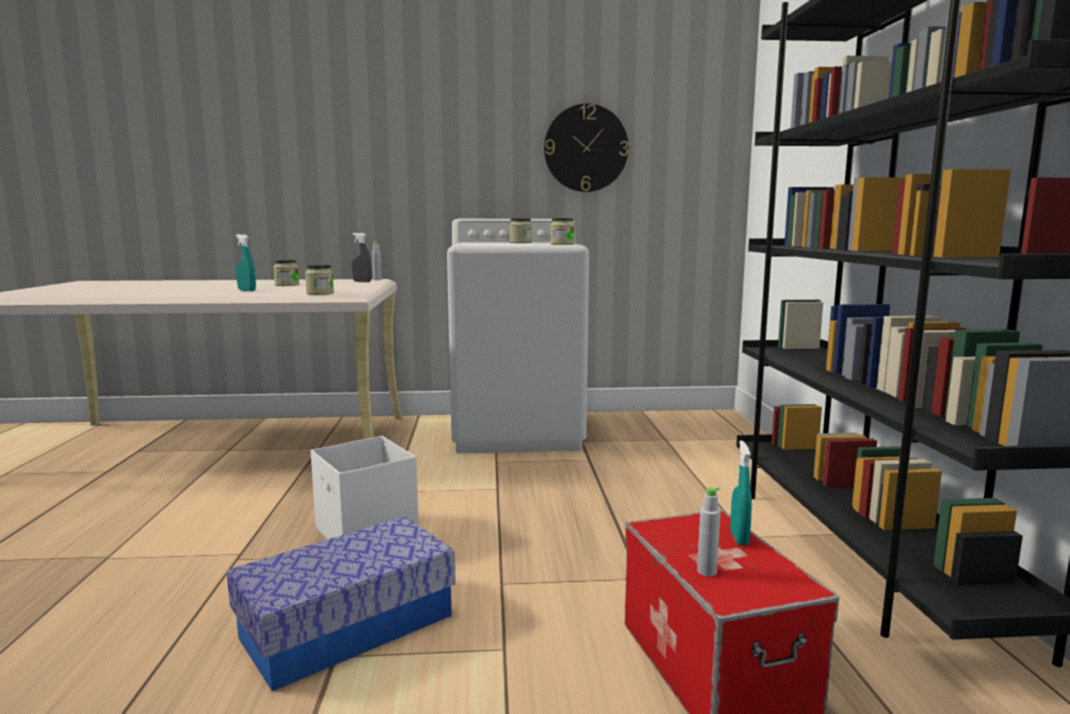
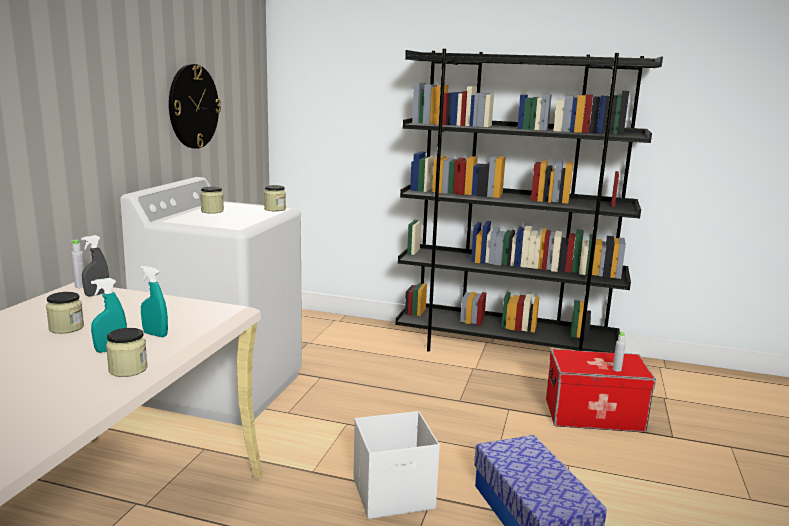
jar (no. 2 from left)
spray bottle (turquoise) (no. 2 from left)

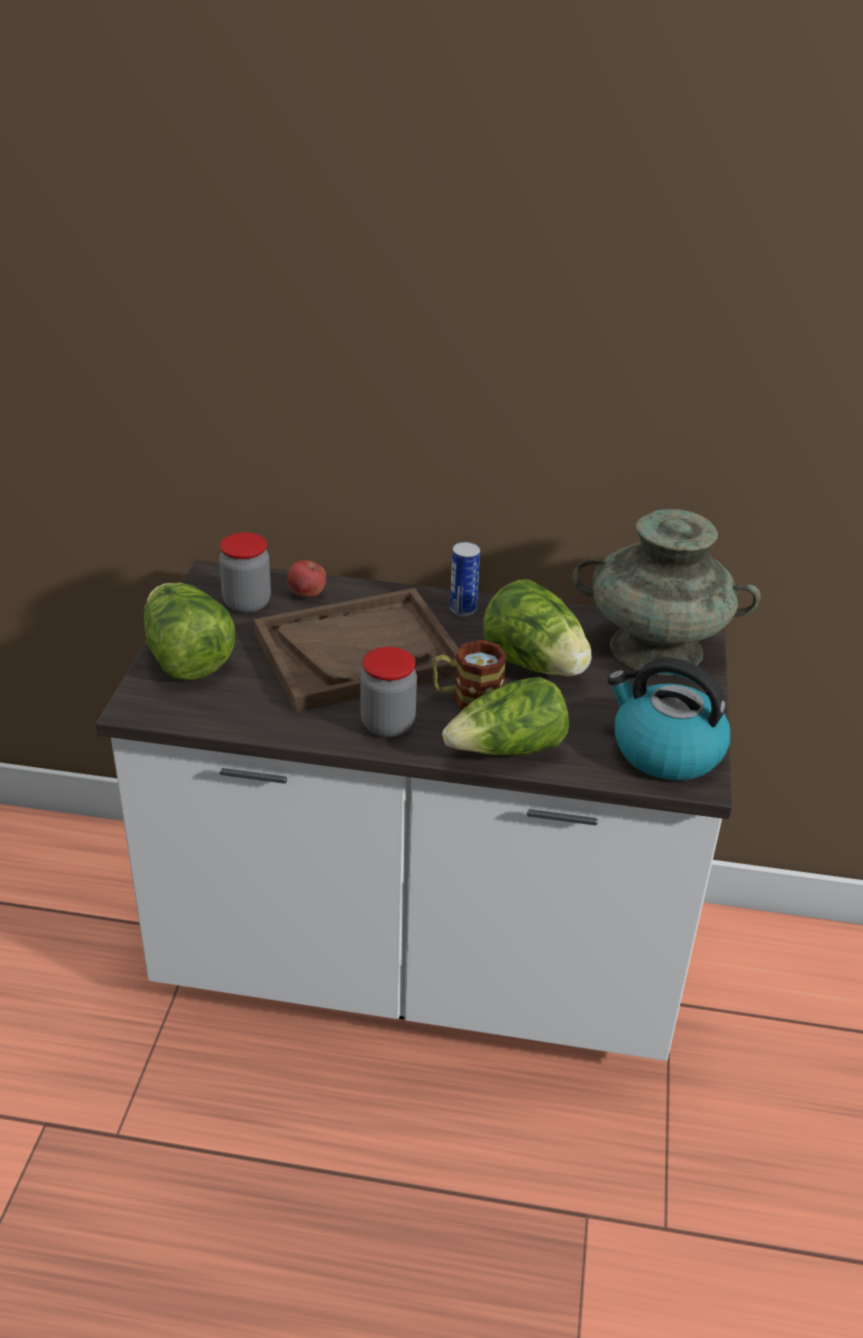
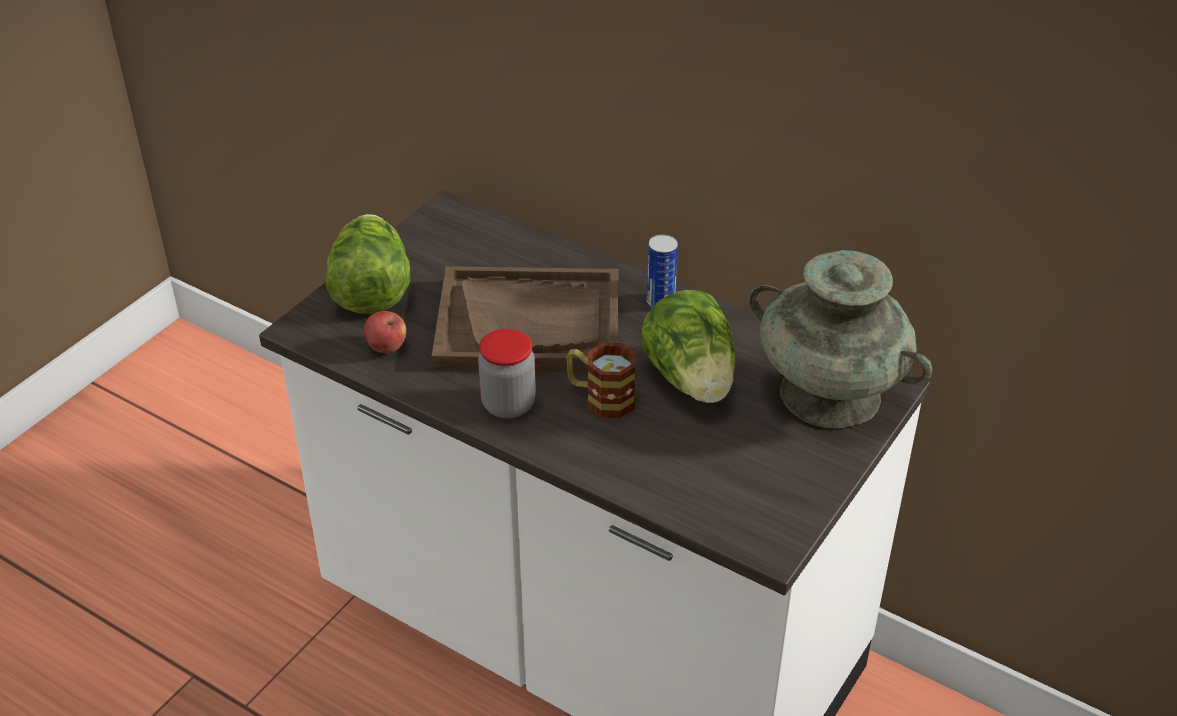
apple
jar (no. 1 from left in the first image)
lettuce (no. 2 from left in the first image)
kettle

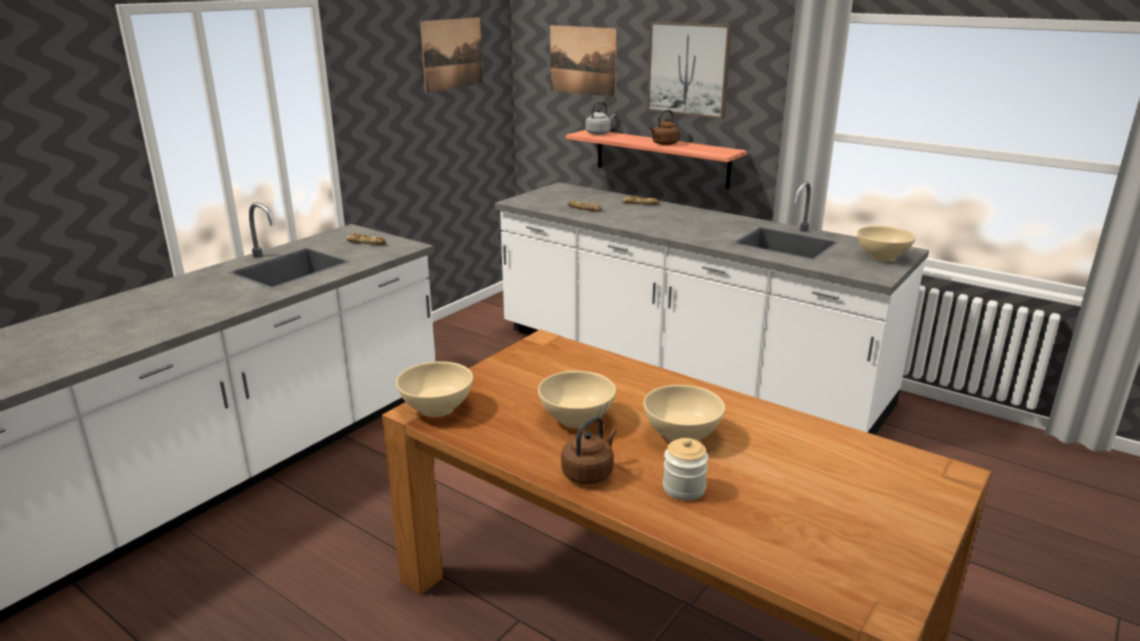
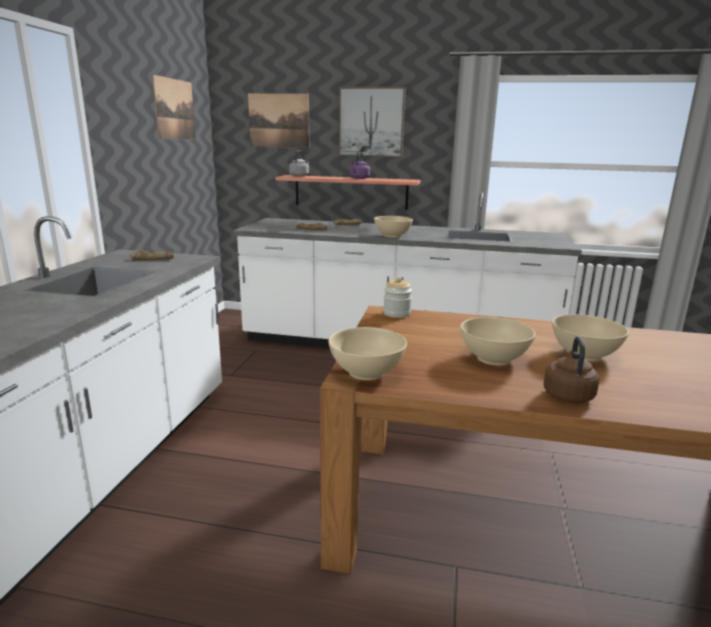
kettle (purple)
bowl (beige) (no. 2 from left)
jar

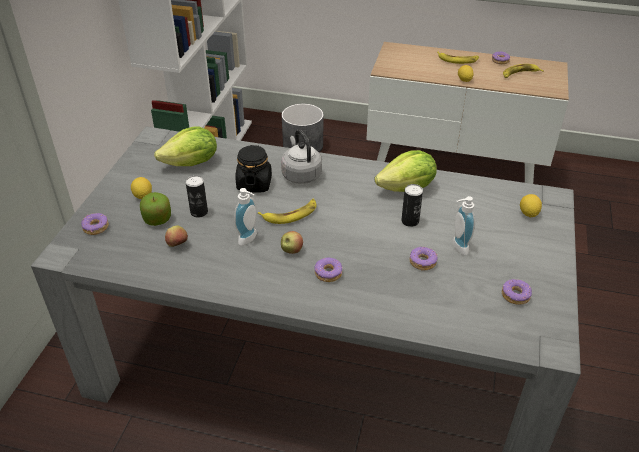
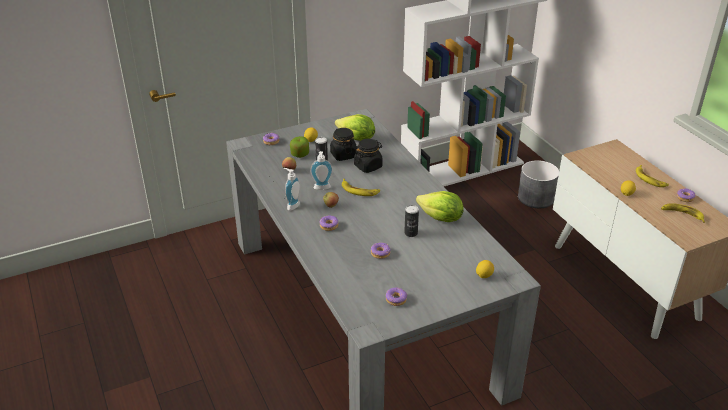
soap dispenser (no. 1 from left)
jar (black) (no. 1 from left)
kettle (grey)

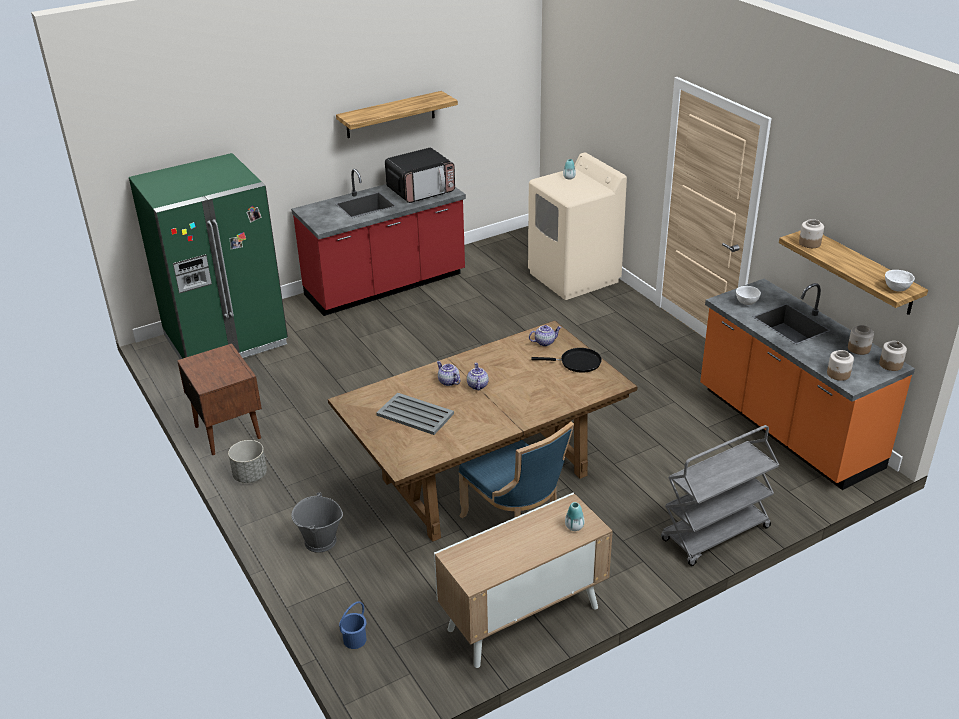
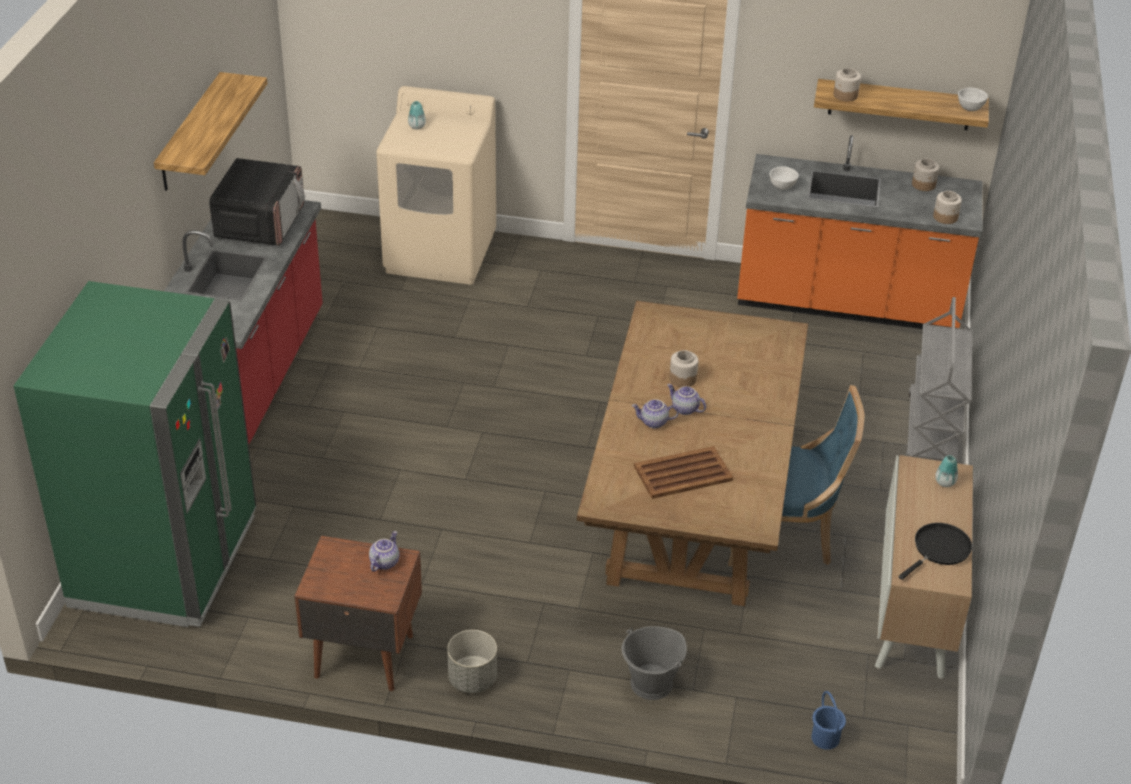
teapot (no. 1 from left)
tray (brown)
jar (no. 1 from left)
frying pan (black)

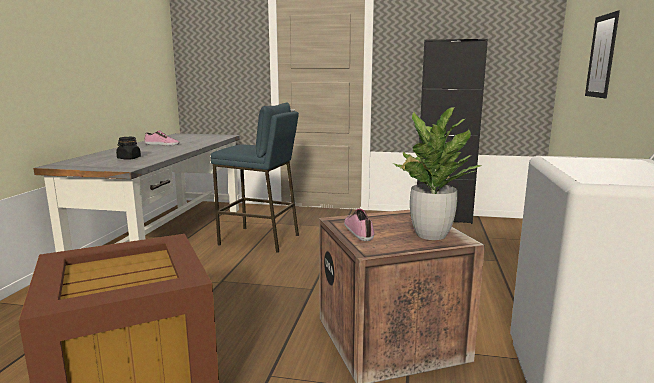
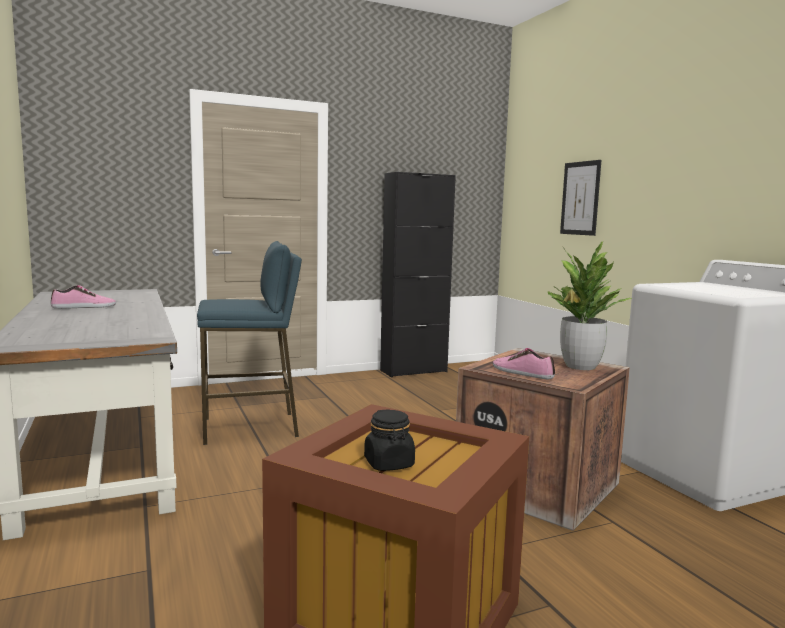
jar (black)

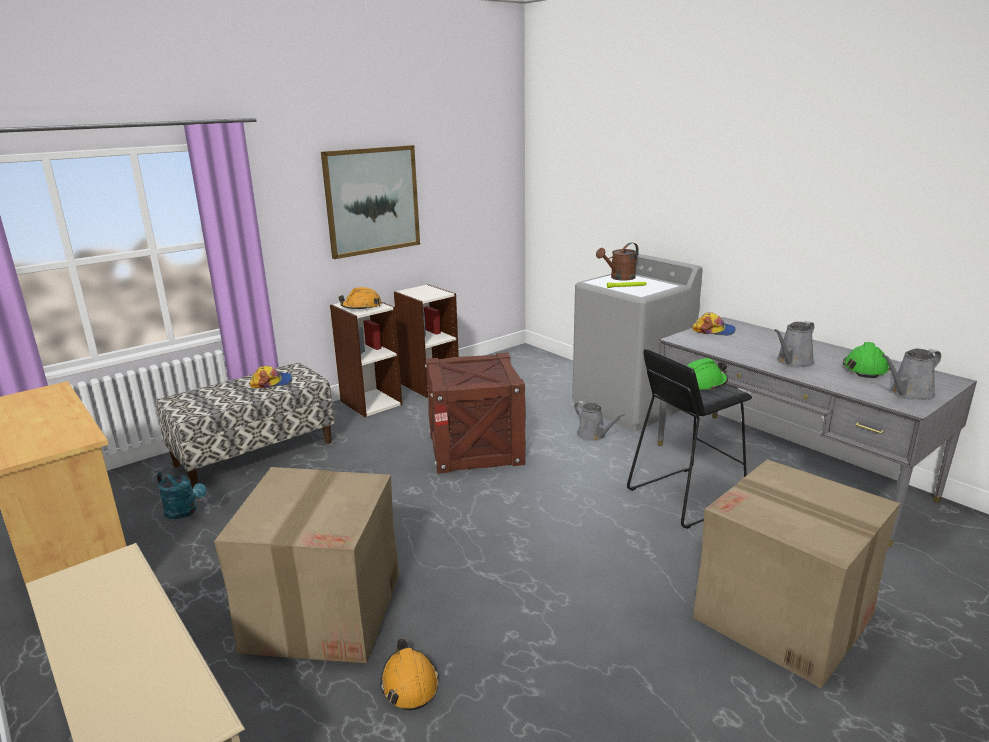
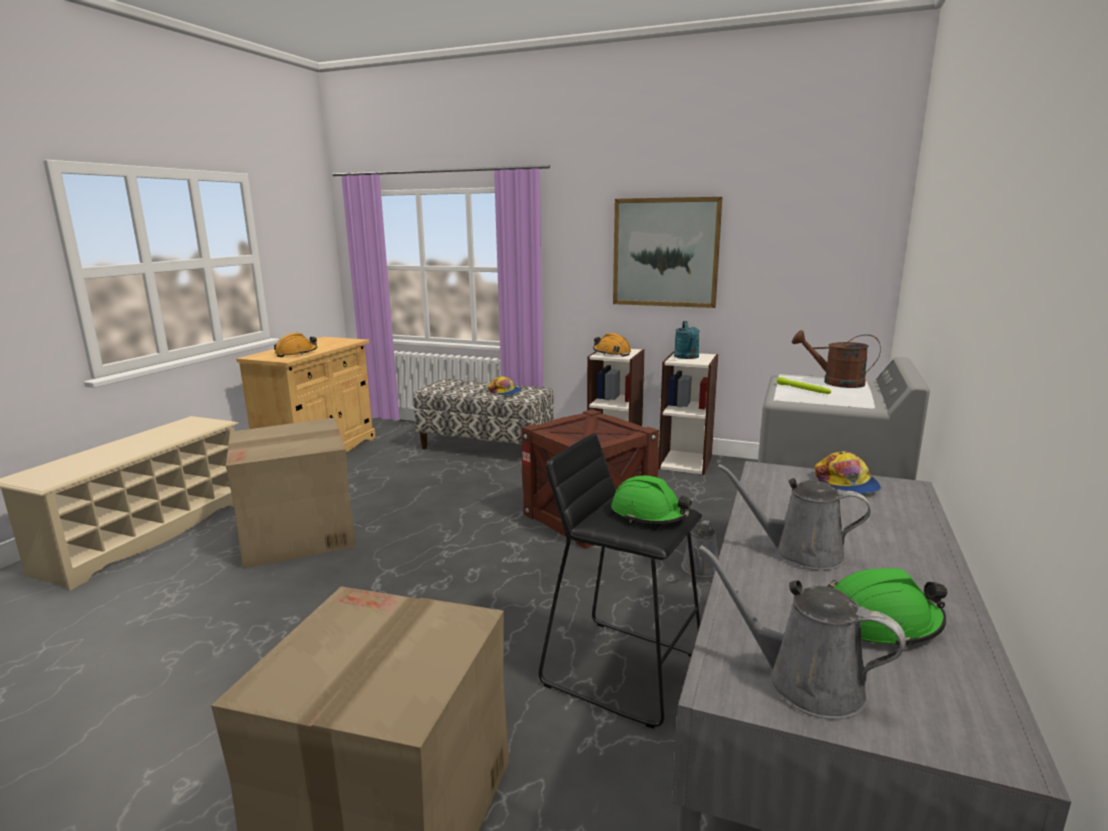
hard hat (orange) (no. 1 from left)
watering can (turquoise)

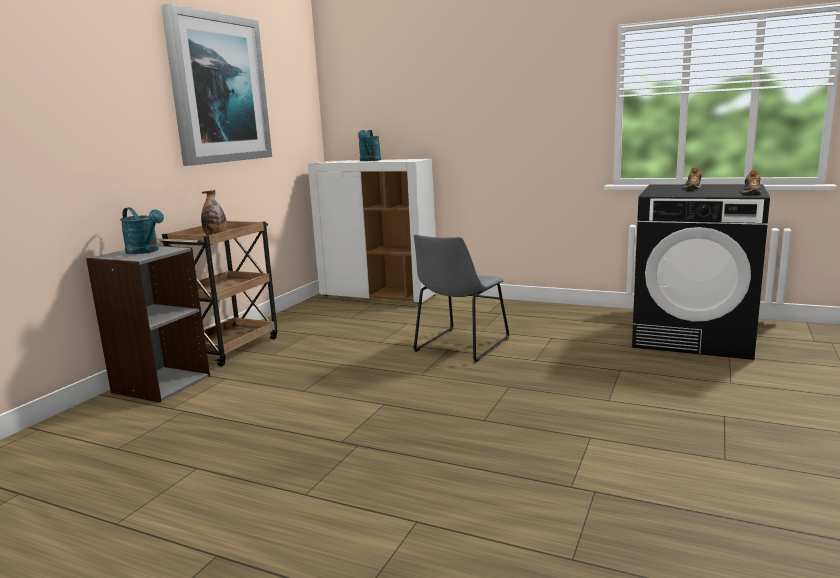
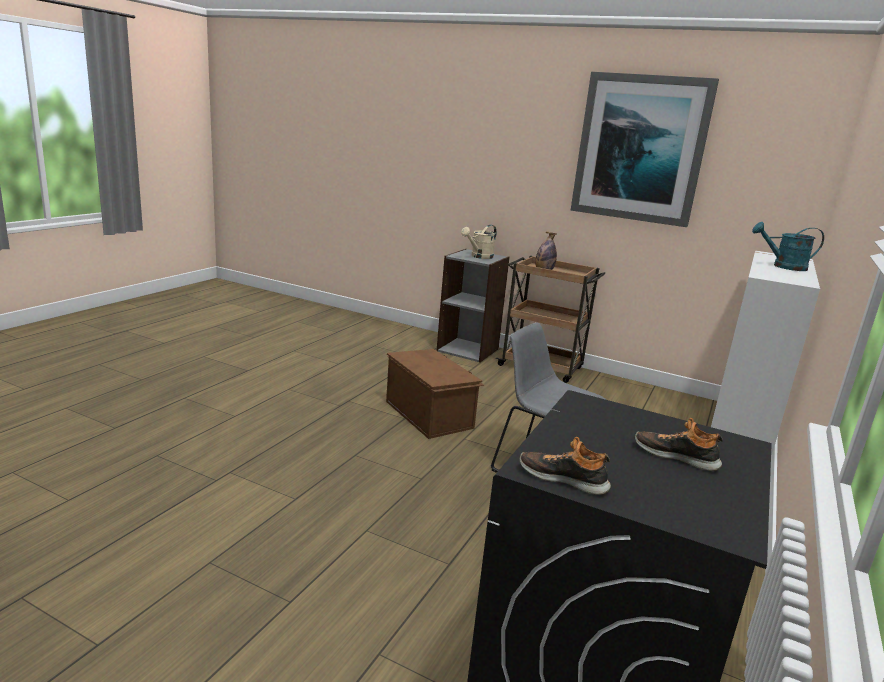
storage box (brown)
watering can (beige)

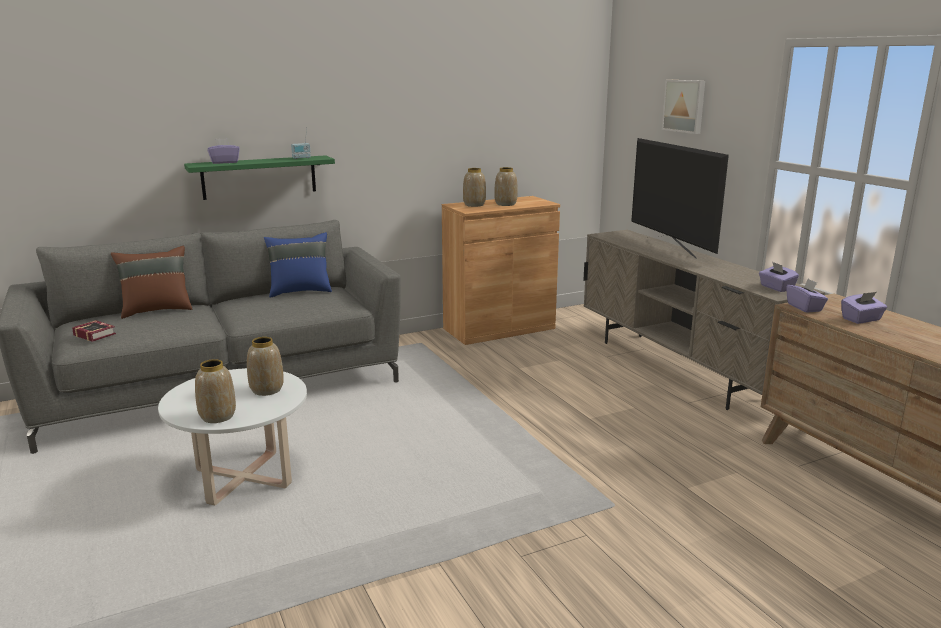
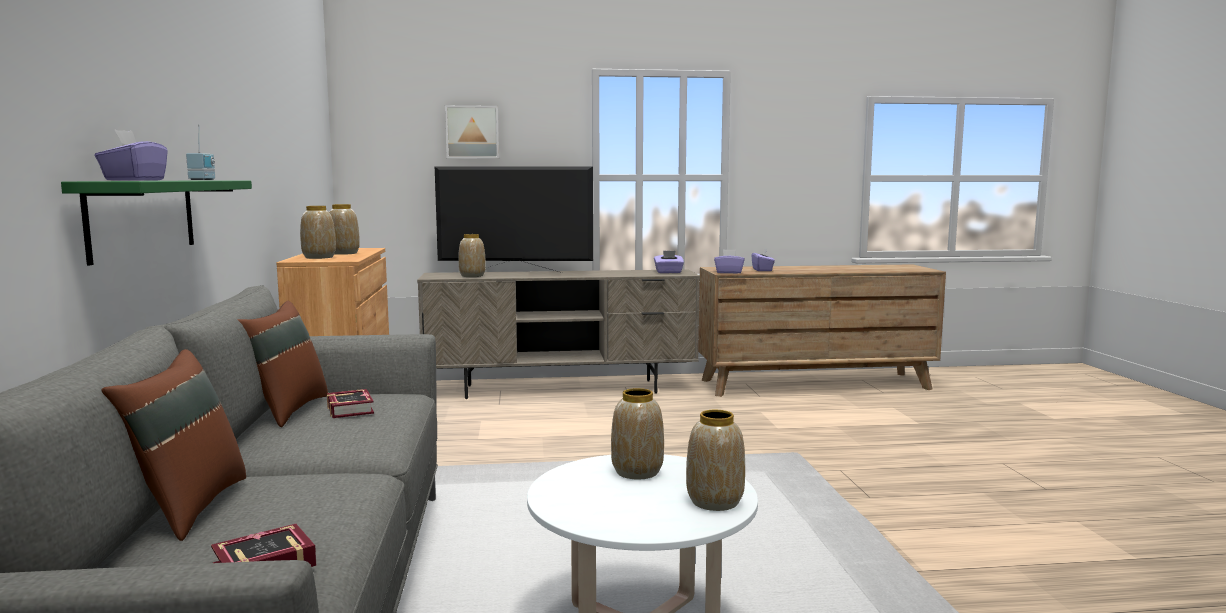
pillow (brown) (no. 2 from left)
book (no. 2 from left)
vase (no. 3 from left)

